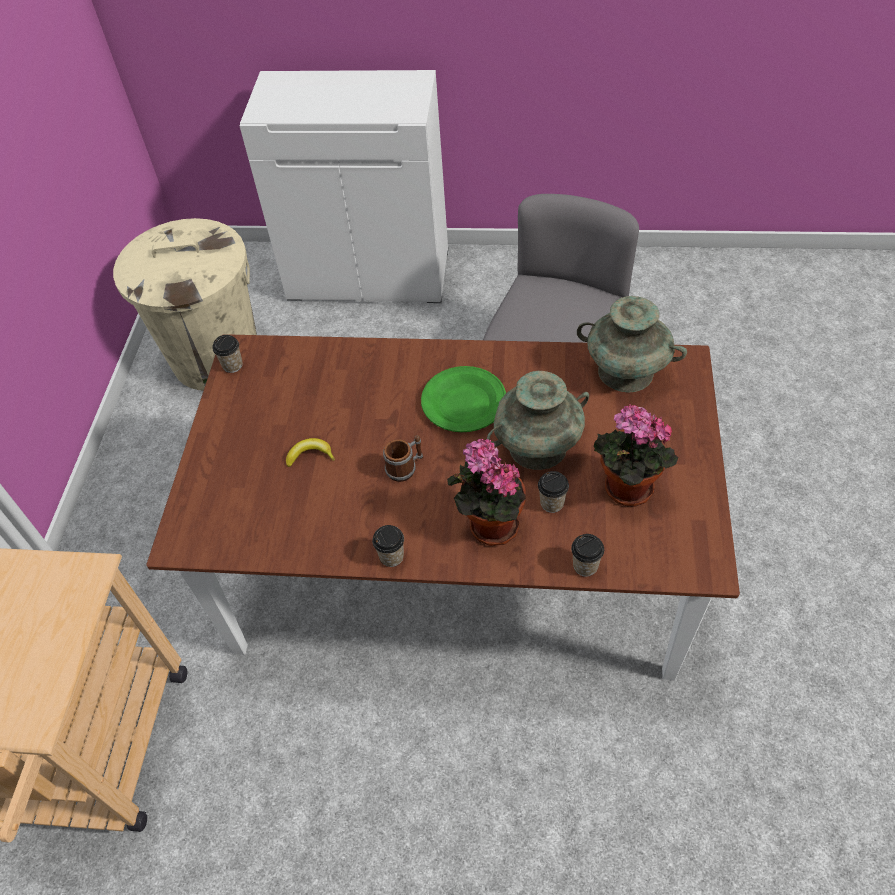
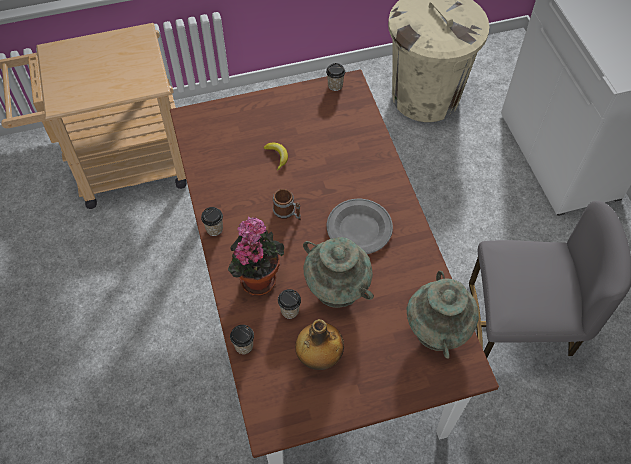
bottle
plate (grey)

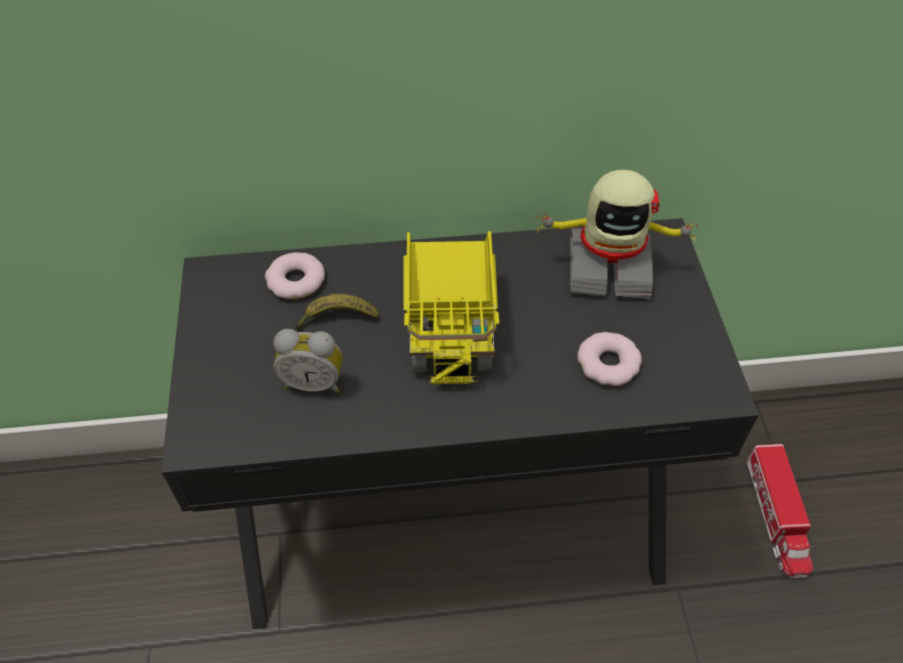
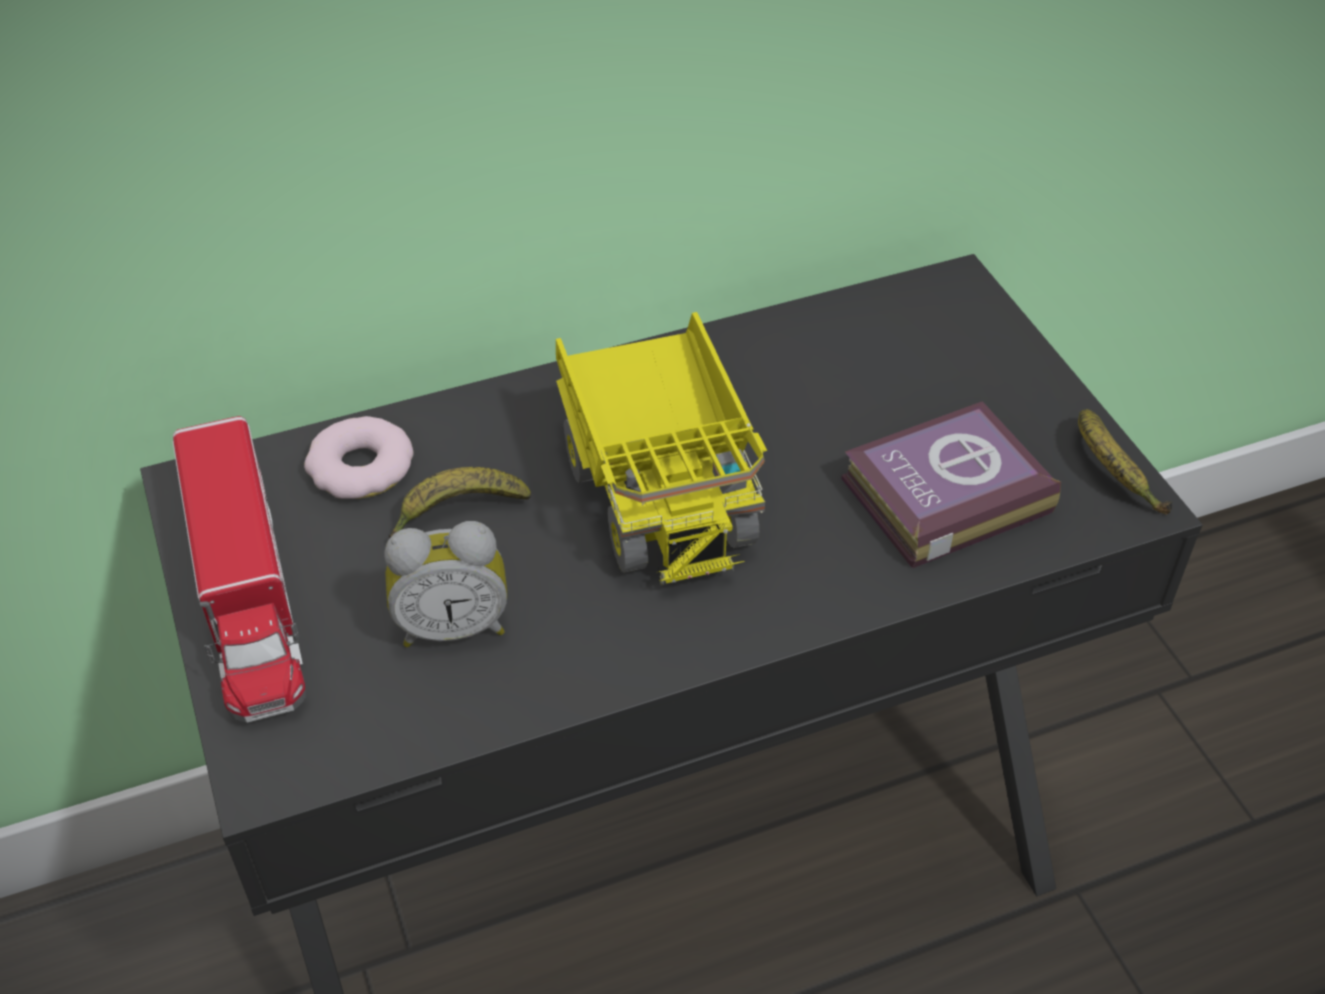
toy truck (no. 1 from left)
book
banana (no. 2 from left)
toy robot

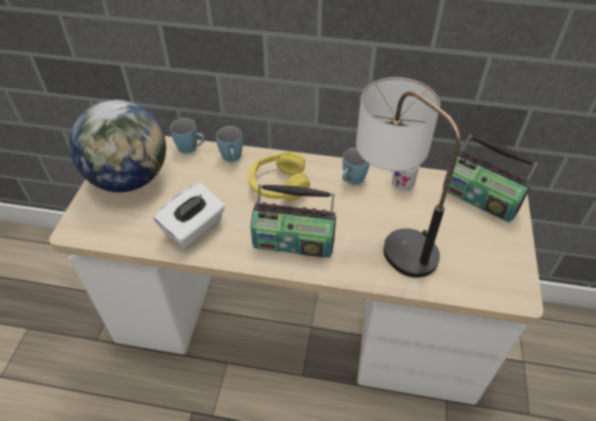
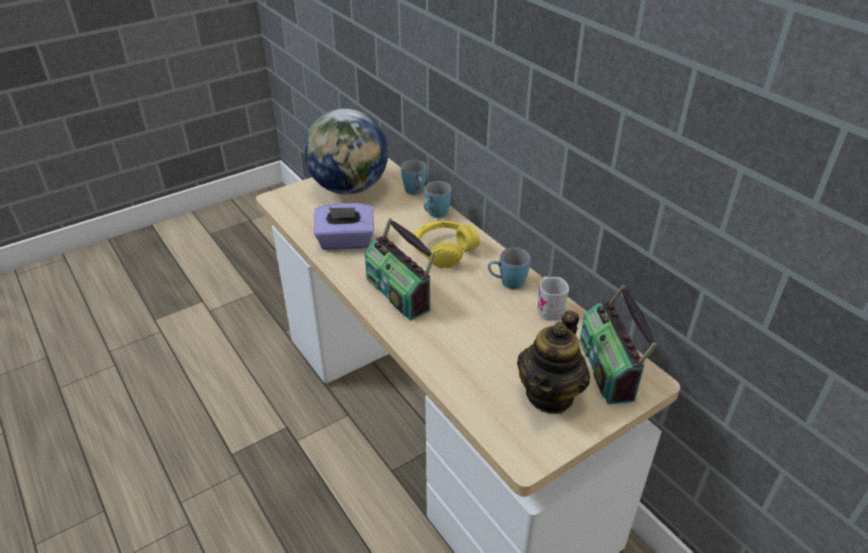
tissue box (purple)
teapot
table lamp

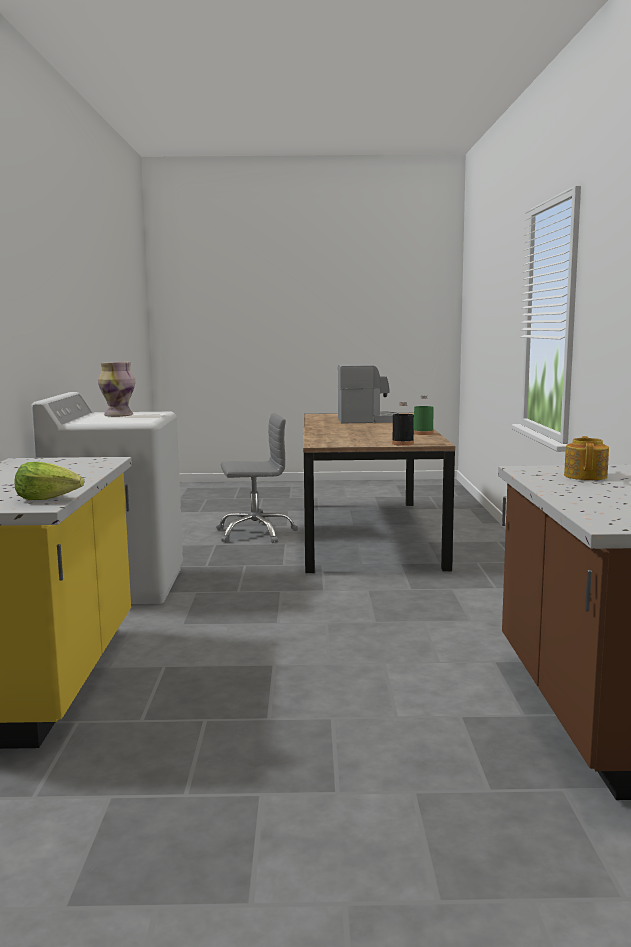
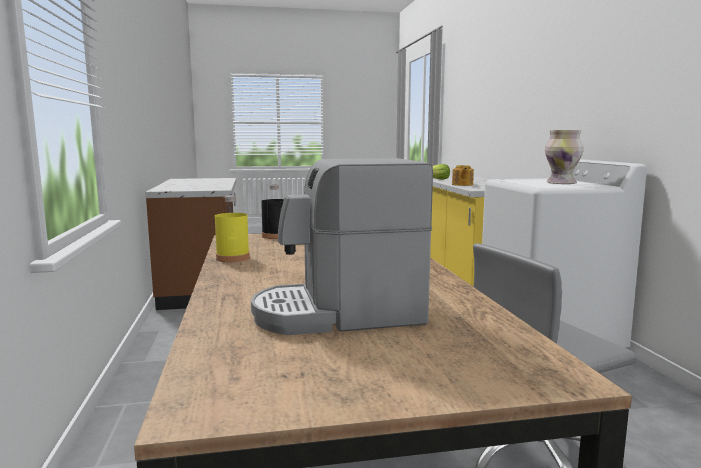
bottle (yellow)
teapot

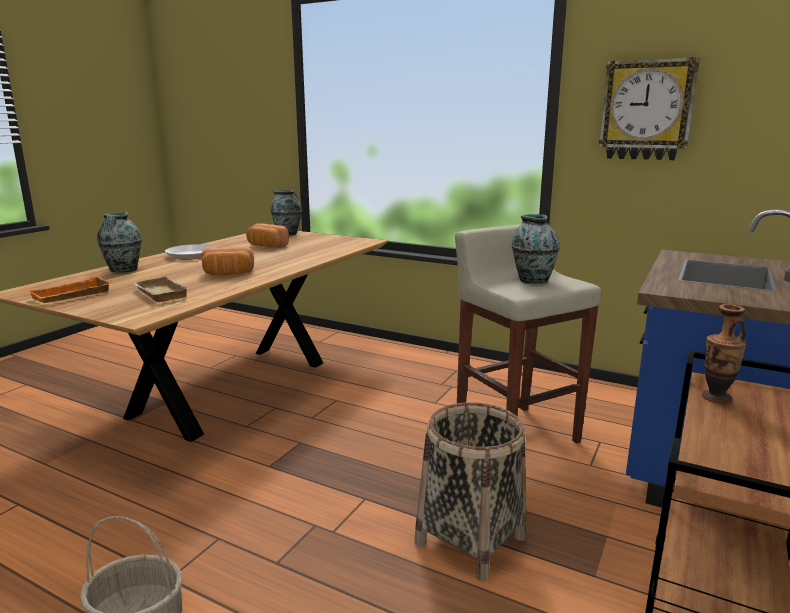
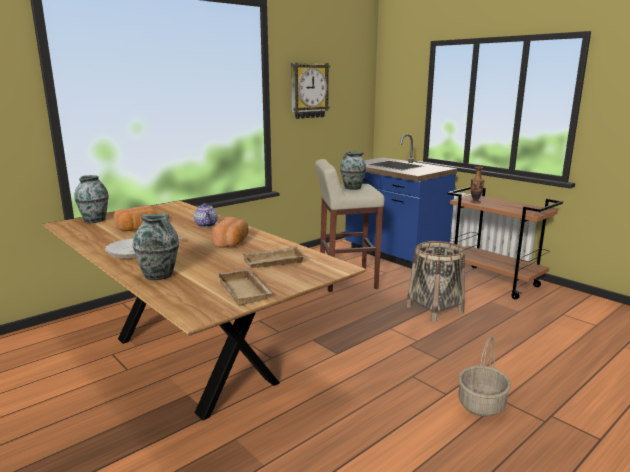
teapot
tray (beige) (no. 1 from left)

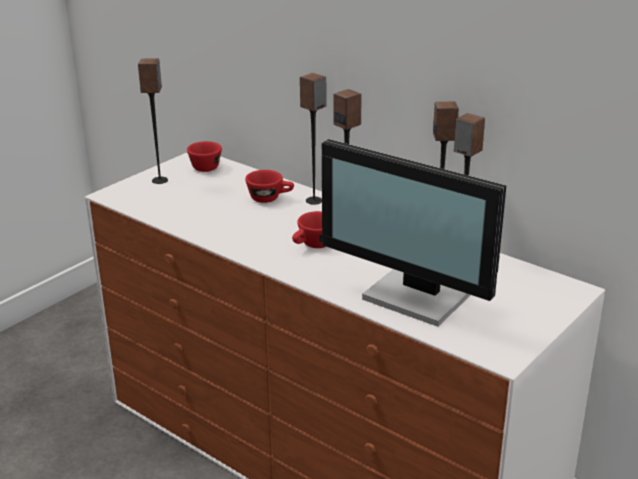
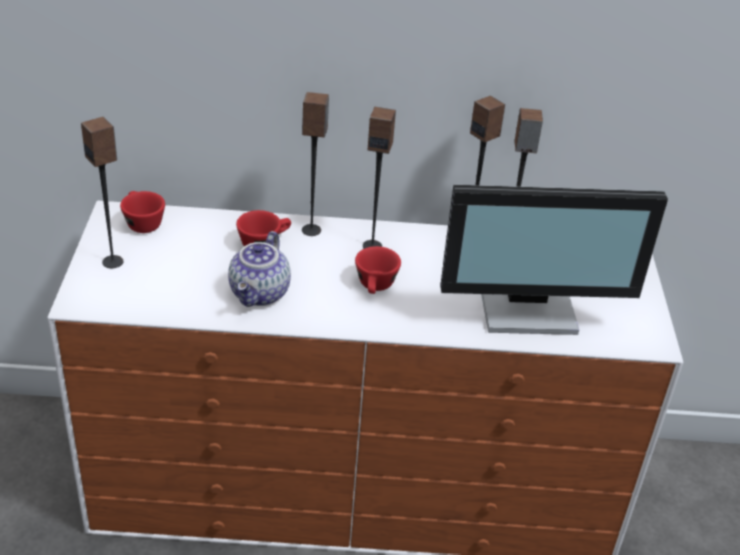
teapot

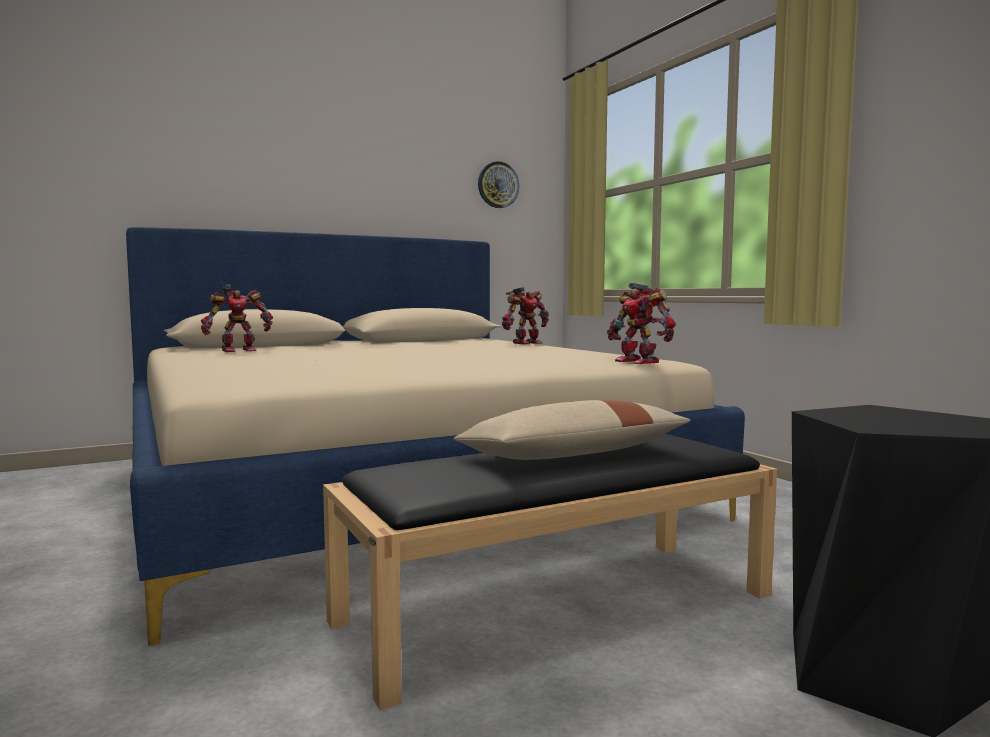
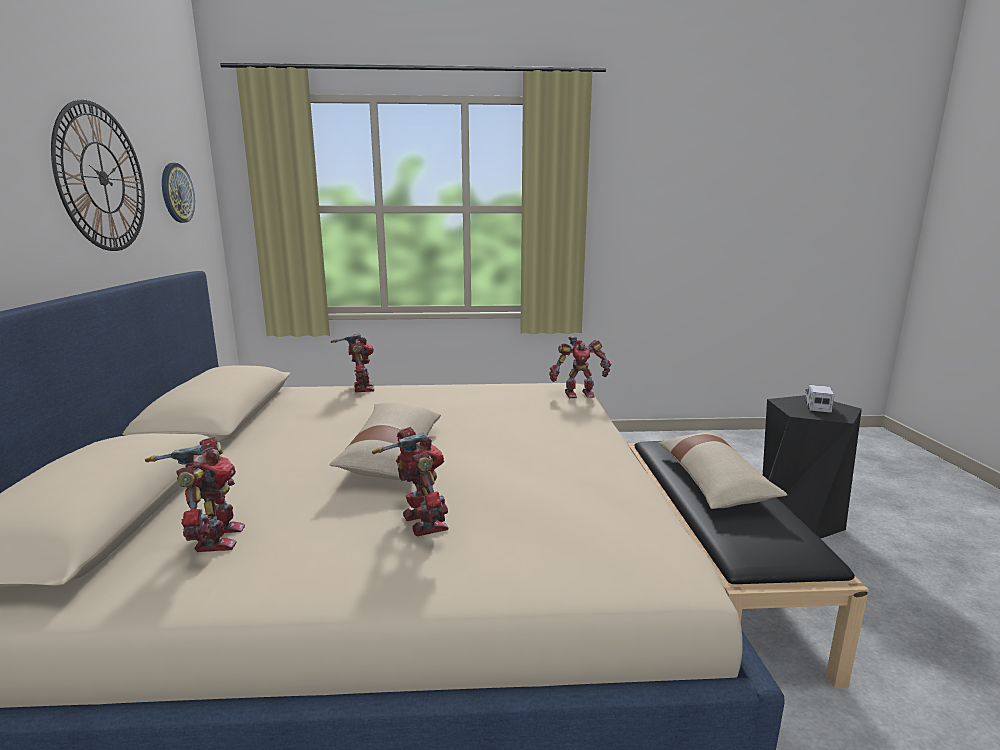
wall clock (no. 1 from left)
pillow (beige) (no. 1 from left)
toy robot (no. 3 from left)
toy truck

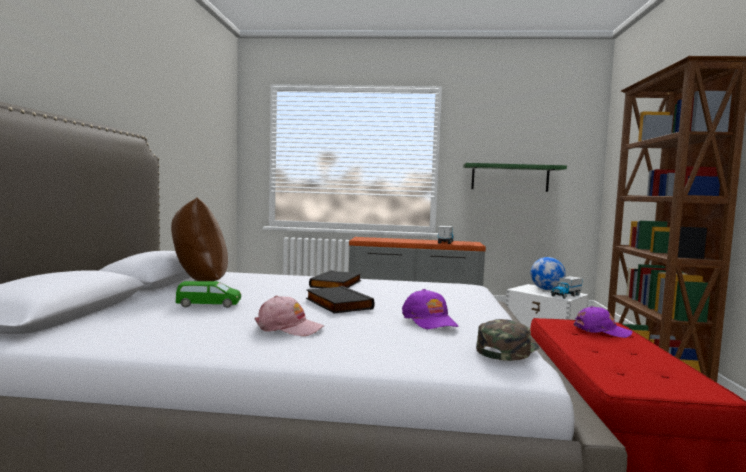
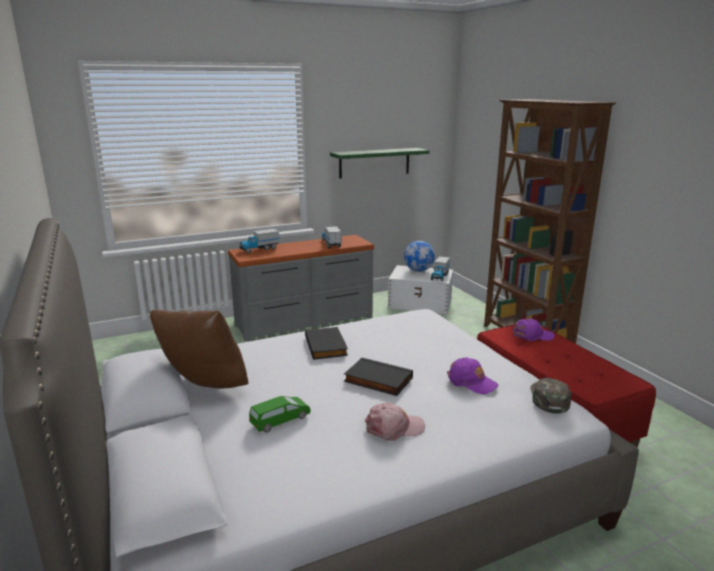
toy truck (no. 1 from left)

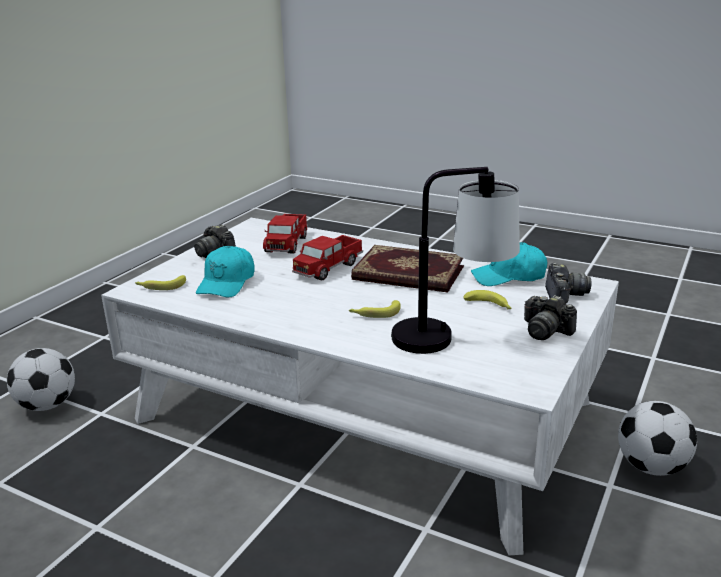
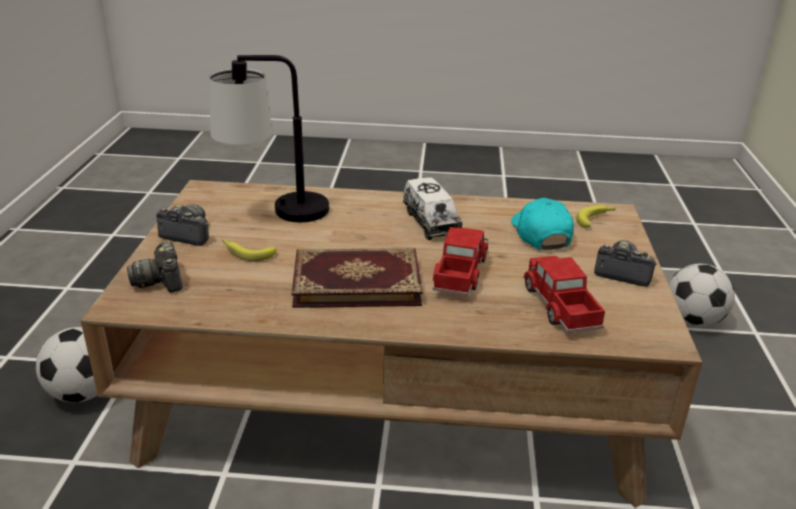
coffee table (brown)
toy truck (no. 1 from left)
banana (no. 2 from left in the first image)
cap (turquoise) (no. 2 from left in the first image)

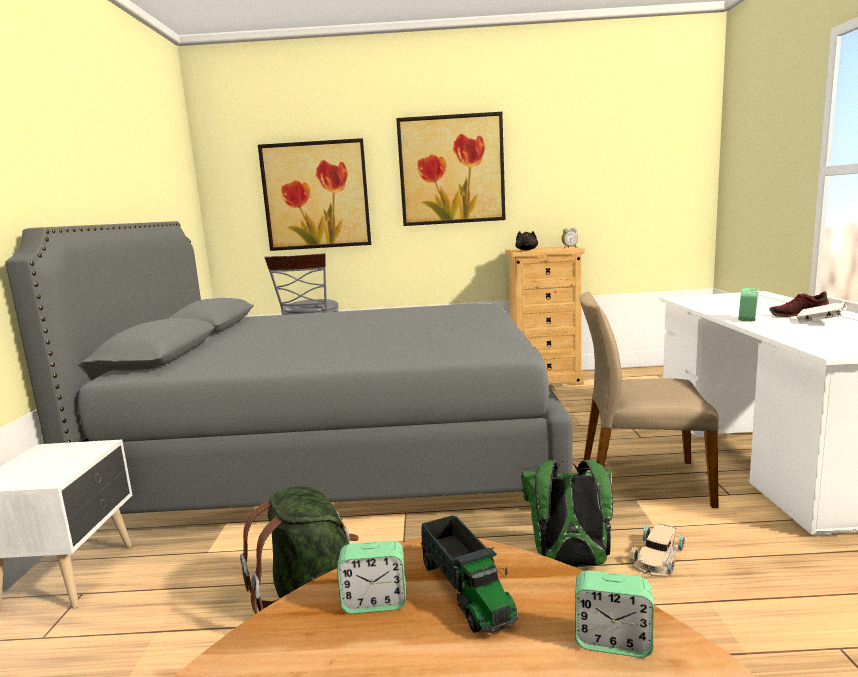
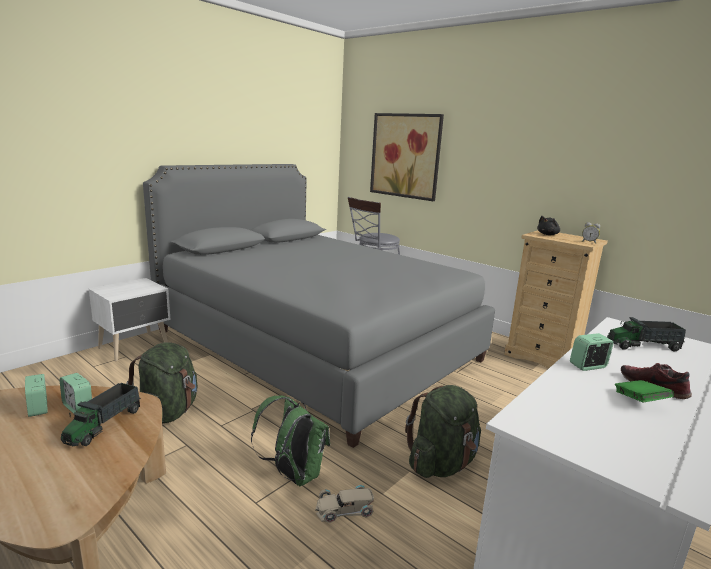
alarm clock (no. 1 from left)
backpack (green) (no. 3 from left)
toy truck (no. 2 from left)
book (green)
picture (no. 2 from left in the first image)

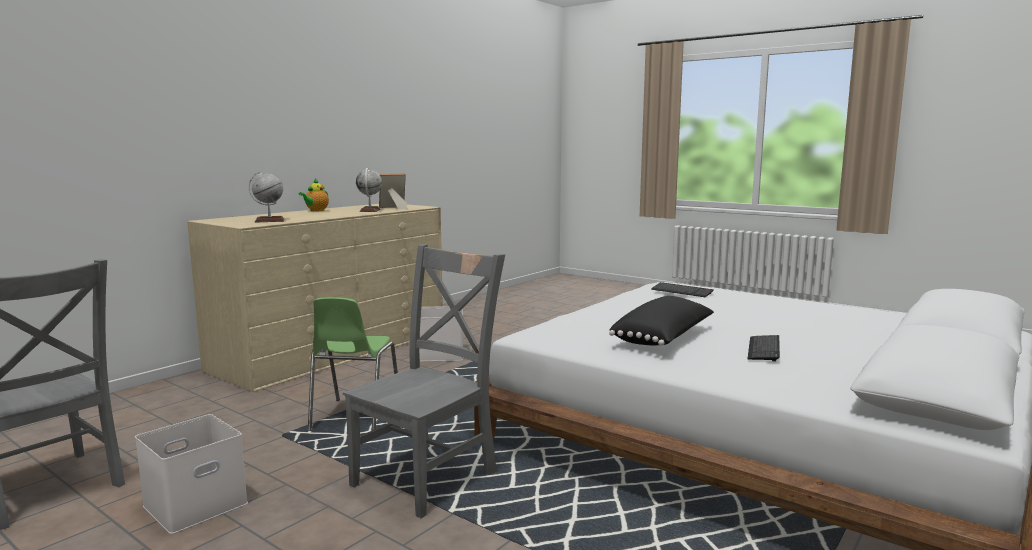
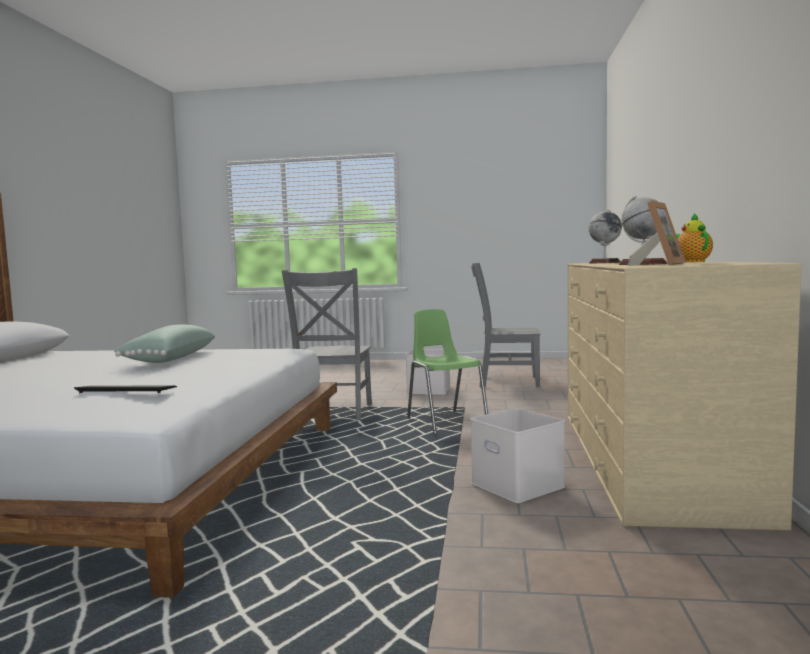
pillow (green)
keyboard (no. 2 from left in the first image)

